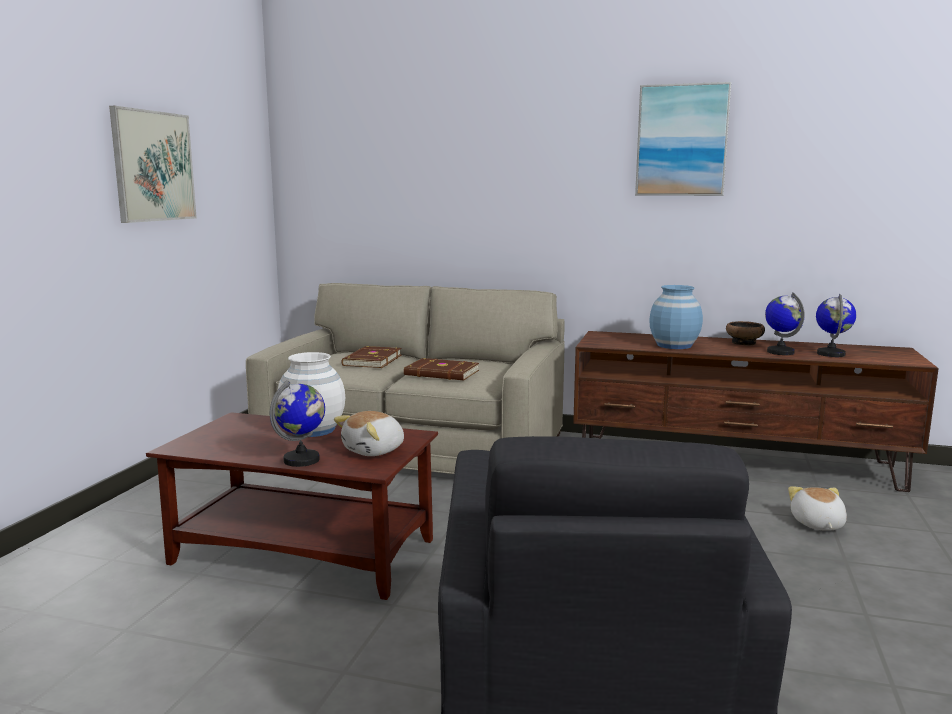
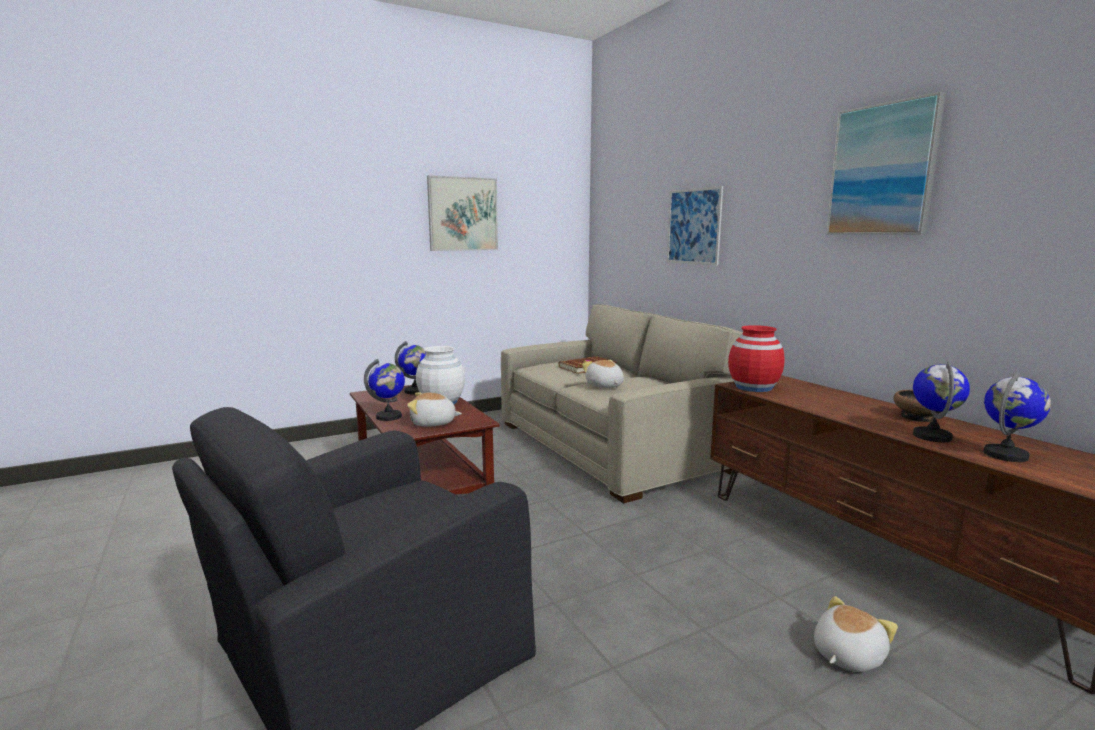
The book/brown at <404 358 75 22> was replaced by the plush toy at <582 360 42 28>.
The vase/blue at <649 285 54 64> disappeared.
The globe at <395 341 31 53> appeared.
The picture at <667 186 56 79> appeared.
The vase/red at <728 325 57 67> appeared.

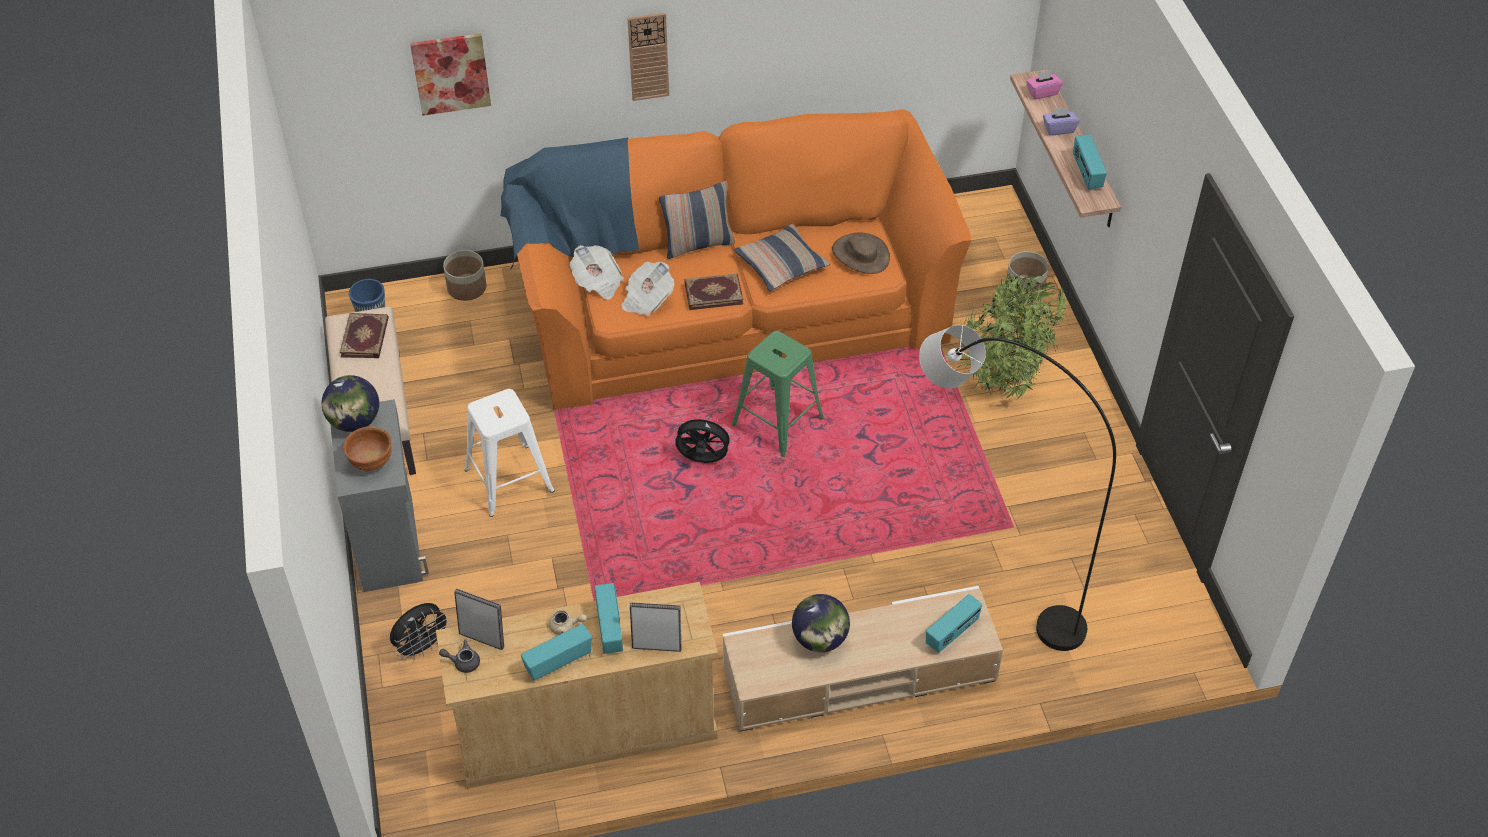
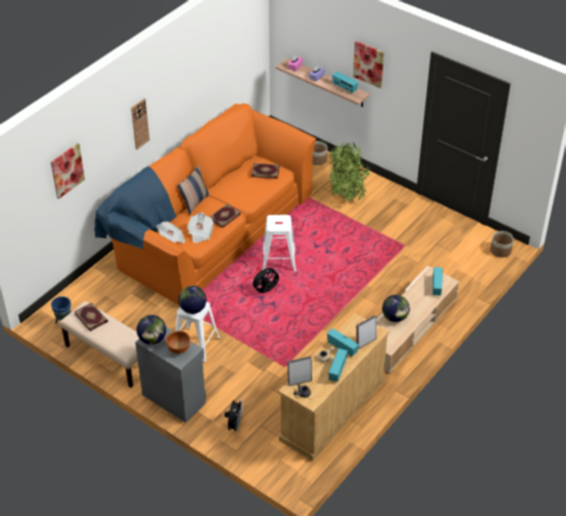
The planter moved from <443 250 44 51> to <490 231 24 27>.
The stool/green at <731 331 93 126> became the stool/white at <262 215 34 56>.
The pillow at <734 224 96 67> disappeared.
The hat/brown at <832 233 58 41> was replaced by the book at <251 163 29 16>.
The floor lamp/grey at <919 325 197 326> disappeared.
The globe at <178 286 29 28> appeared.
The picture at <353 41 31 48> appeared.

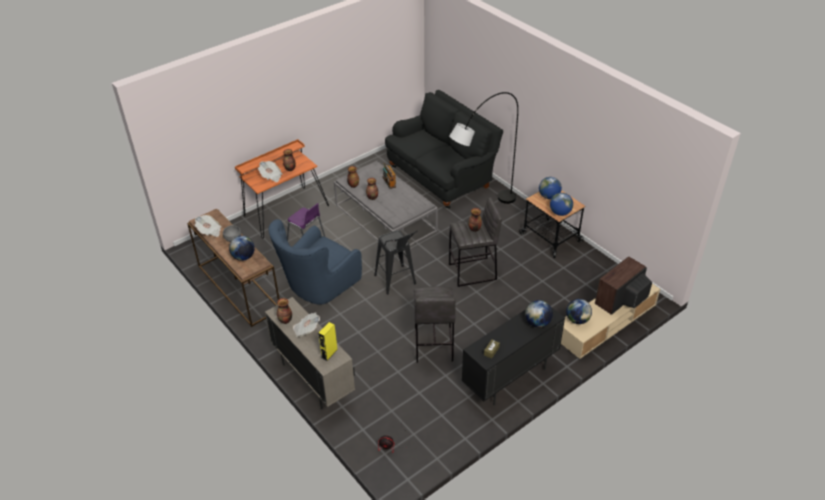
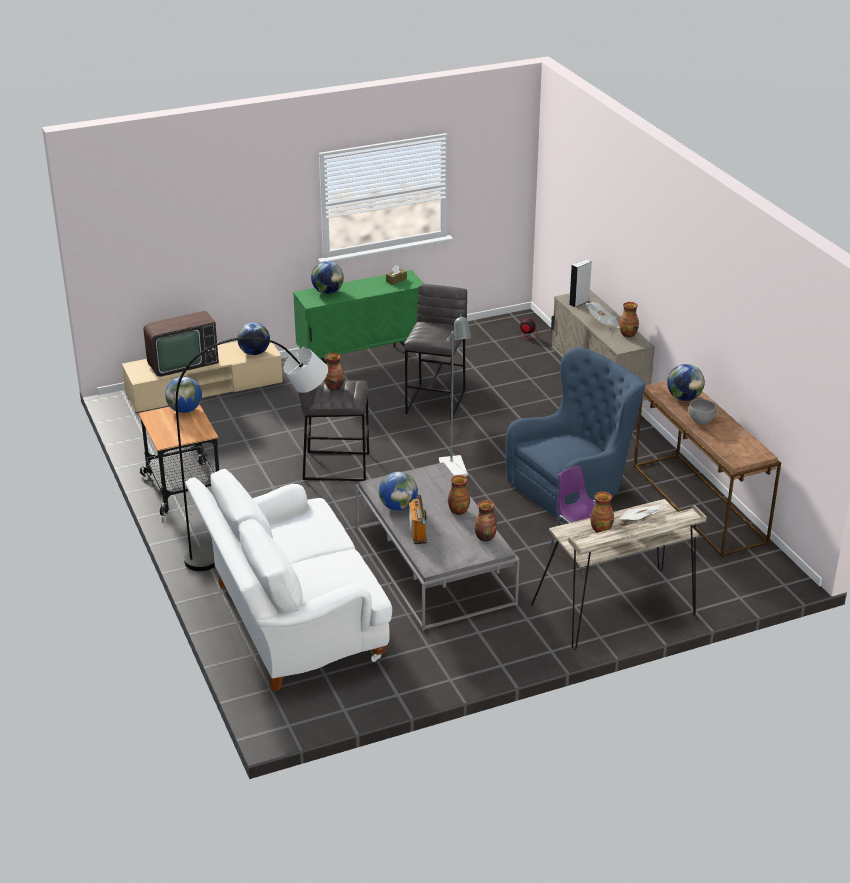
The newspaper at <195 215 26 22> disappeared.
The desk/orange at <235 139 94 99> became the desk/beige at <531 499 176 151>.
The speaker/yellow at <318 322 20 39> became the speaker/grey at <569 259 23 48>.
The stool/black at <374 230 44 64> was replaced by the floor lamp/grey at <439 314 32 162>.
The sofa/black at <385 90 118 119> became the sofa/white at <185 469 207 223>.
The cabinet/black at <462 299 103 106> became the cabinet/green at <293 270 131 95>.
The globe moved from <539 177 23 22> to <379 472 39 39>.

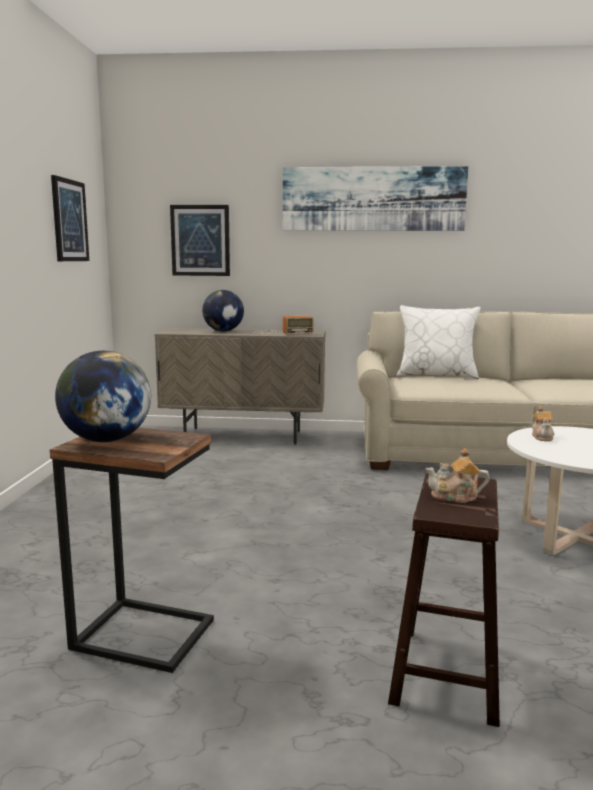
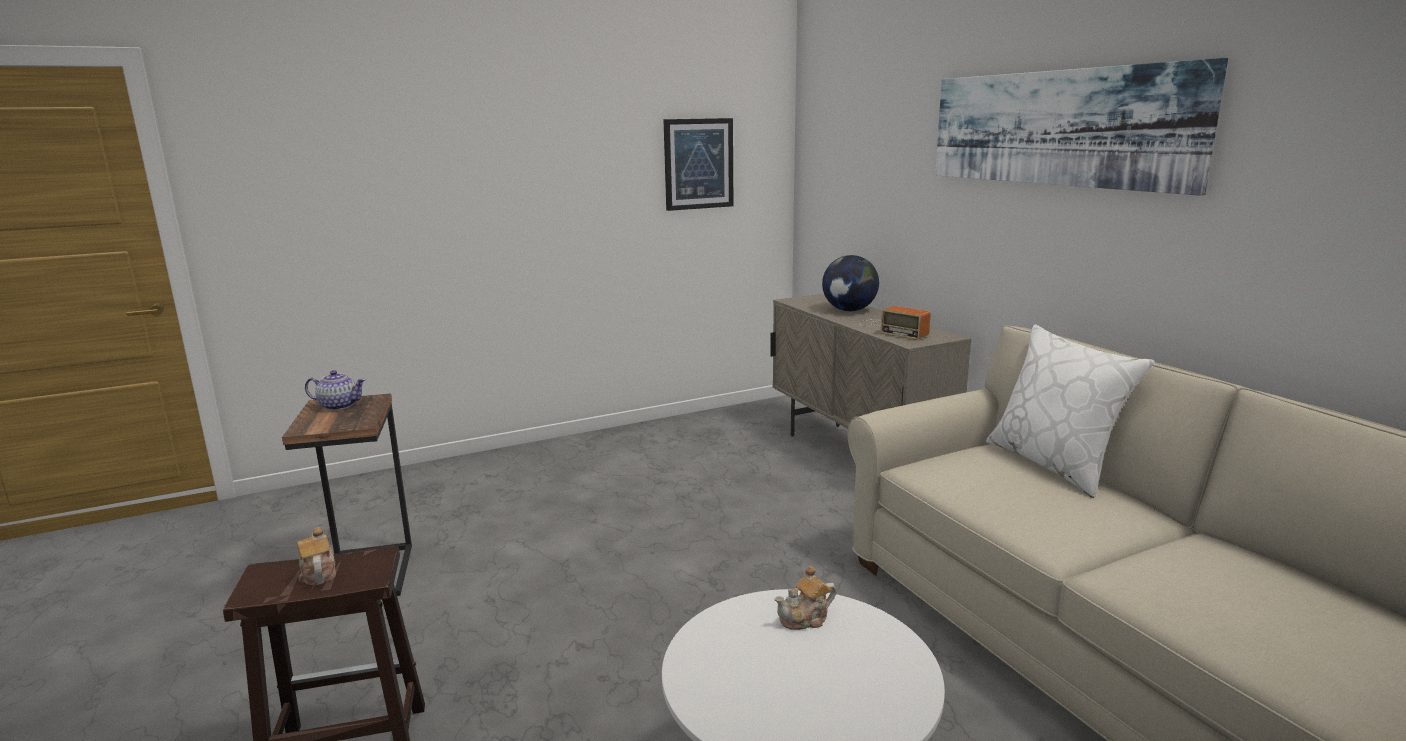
The globe at <55 351 96 91> was replaced by the teapot at <305 370 61 41>.
The picture at <170 205 60 71> disappeared.

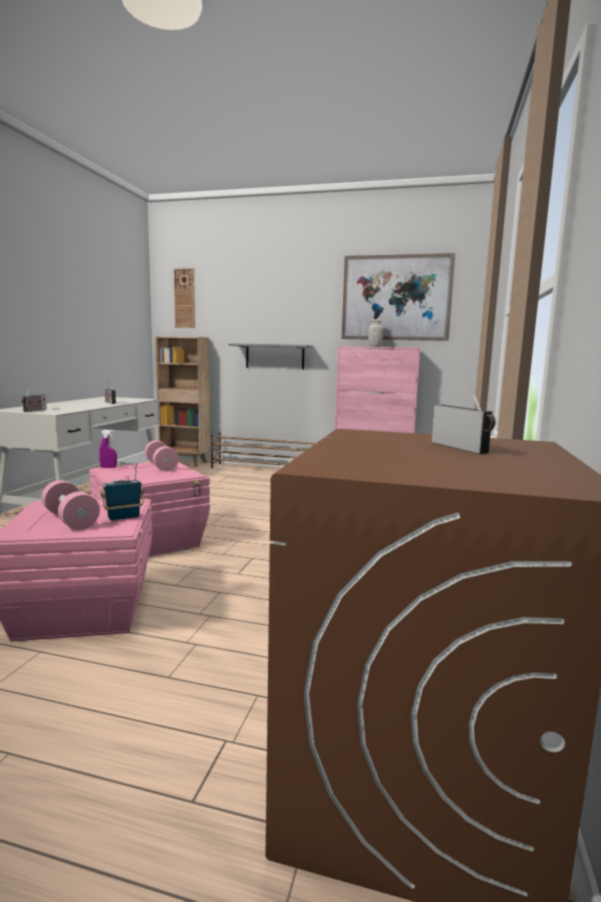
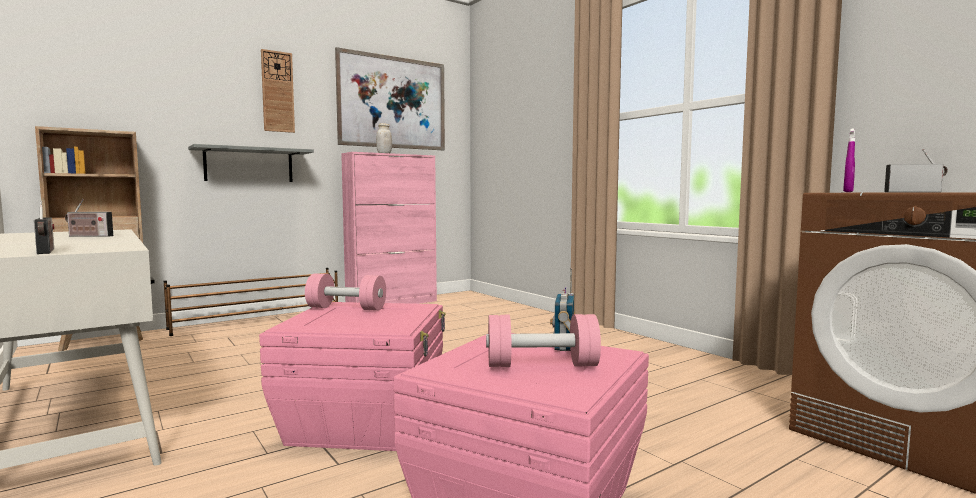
The spray bottle/purple moved from <99 430 18 38> to <843 128 12 64>.
The wall clock moved from <174 268 21 60> to <261 49 34 84>.

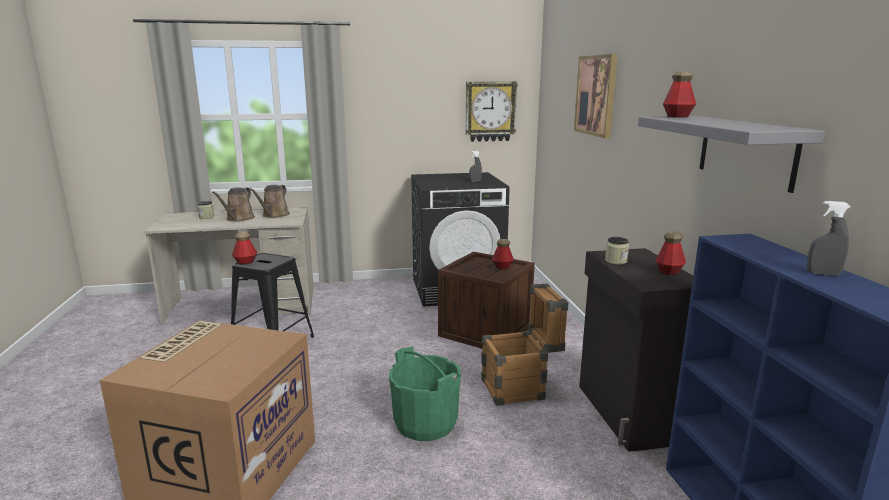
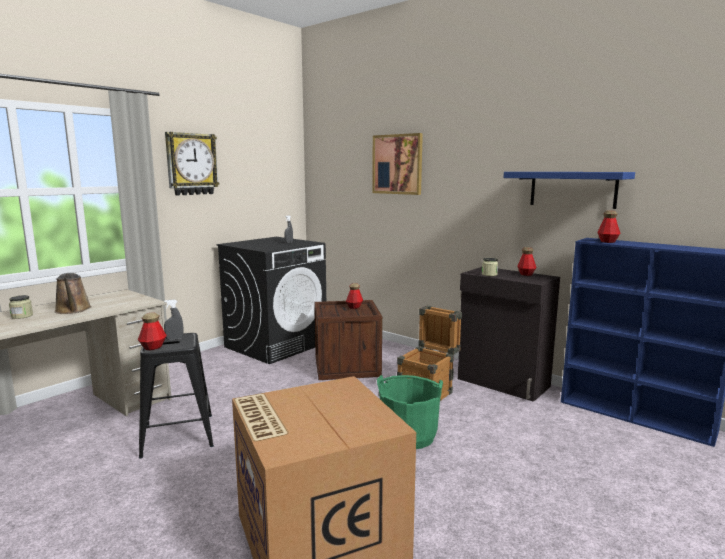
The watering can/brown at <249 185 41 33> disappeared.
The wall clock moved from <466 82 52 60> to <165 132 54 64>.
The shelf/grey at <638 116 187 77> became the shelf/blue at <504 172 131 37>.
The bottle moved from <663 72 33 46> to <597 211 23 32>.
The spray bottle/grey moved from <807 201 44 75> to <164 299 20 41>.

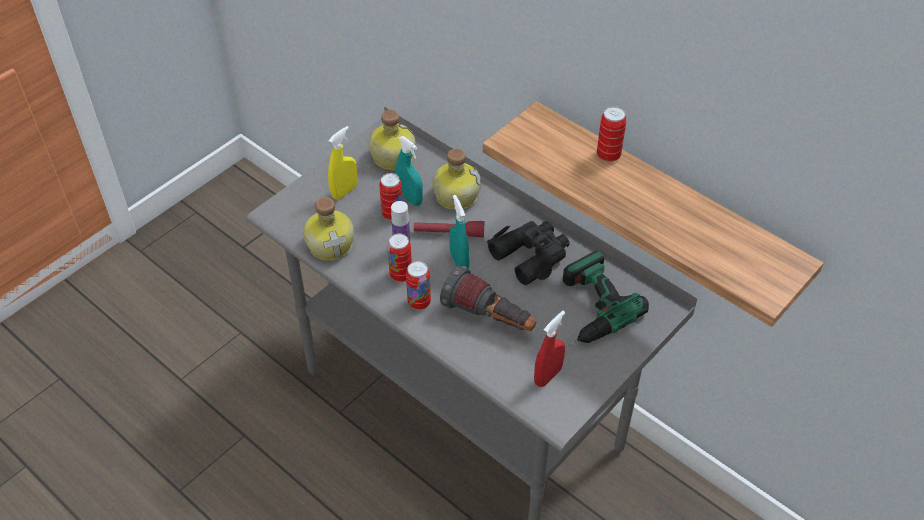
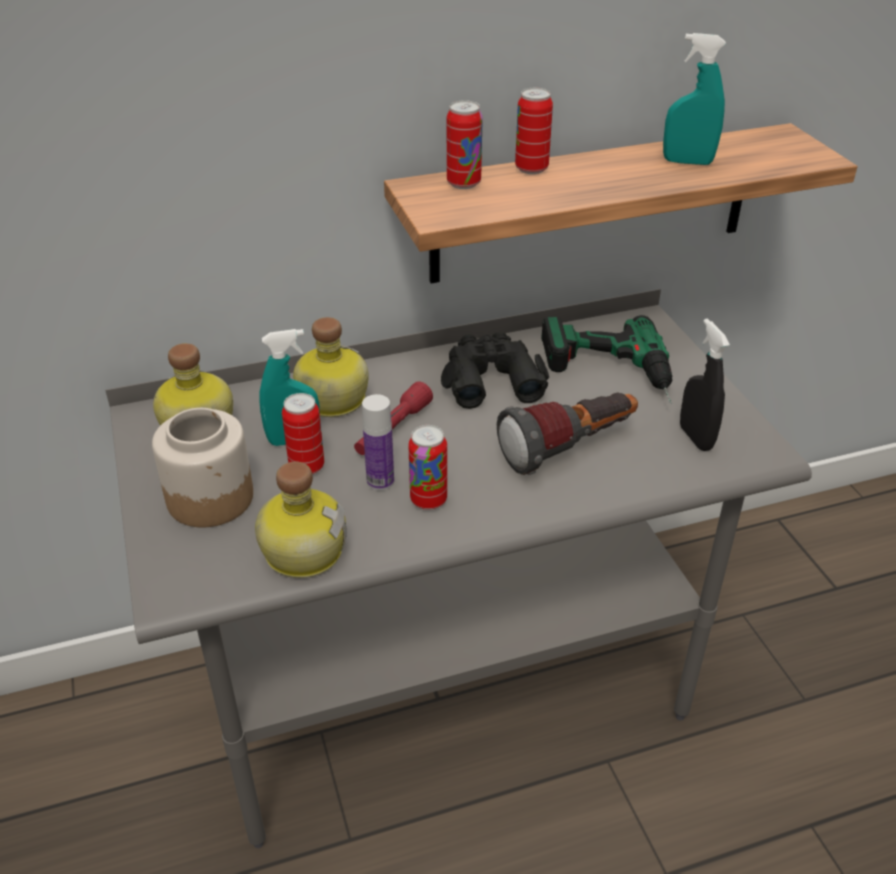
The spray bottle/yellow at <328 126 30 74> was replaced by the jar at <152 408 101 120>.
The can moved from <406 261 25 49> to <447 100 36 89>.
The spray bottle/turquoise moved from <449 195 20 75> to <663 33 63 132>.
The spray bottle/red at <534 311 31 76> became the spray bottle/black at <680 319 50 132>.

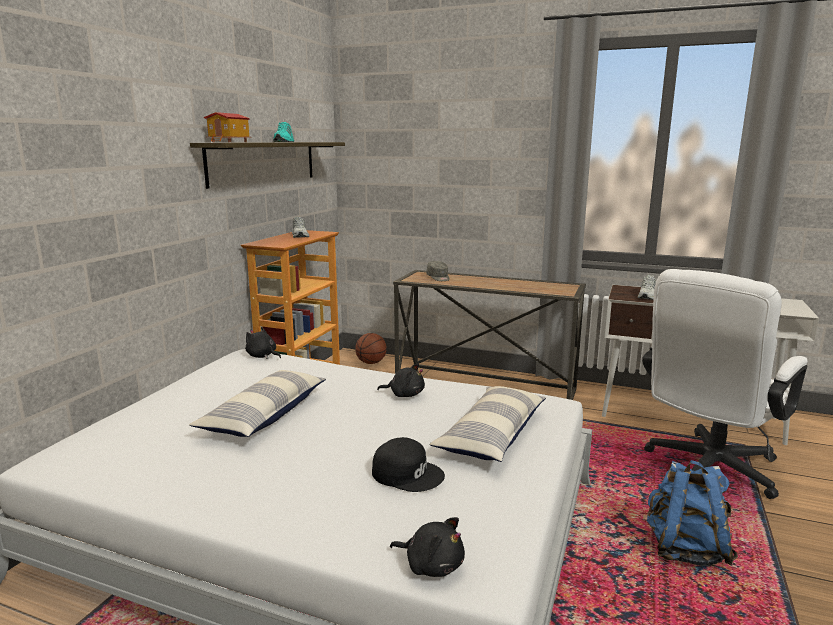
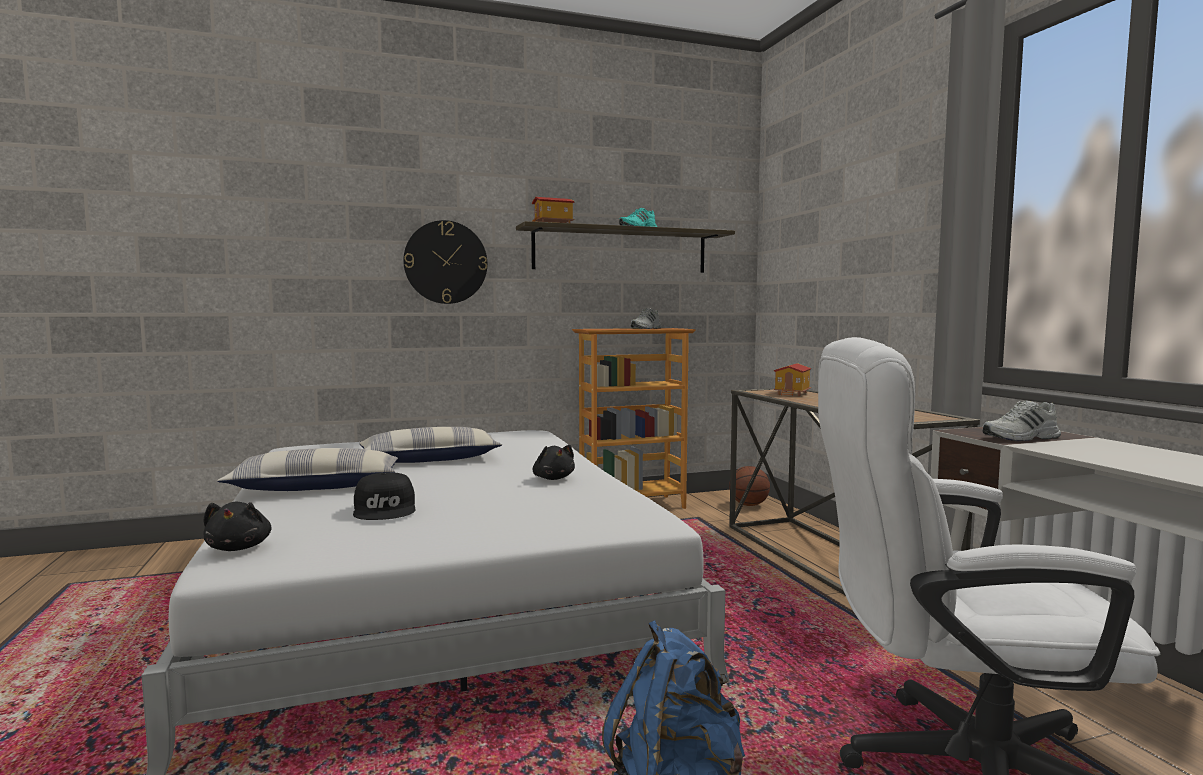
The plush toy/black at <245 327 36 32> disappeared.
The cap/grey at <427 261 23 20> was replaced by the toy house at <773 363 38 33>.
The pillow moved from <430 386 116 76> to <217 448 181 43>.
The wall clock at <403 220 84 84> appeared.

